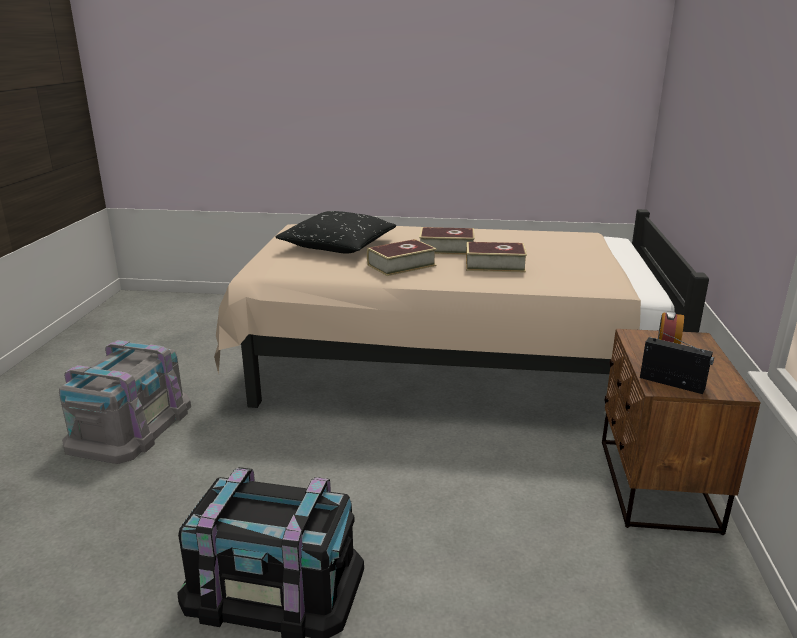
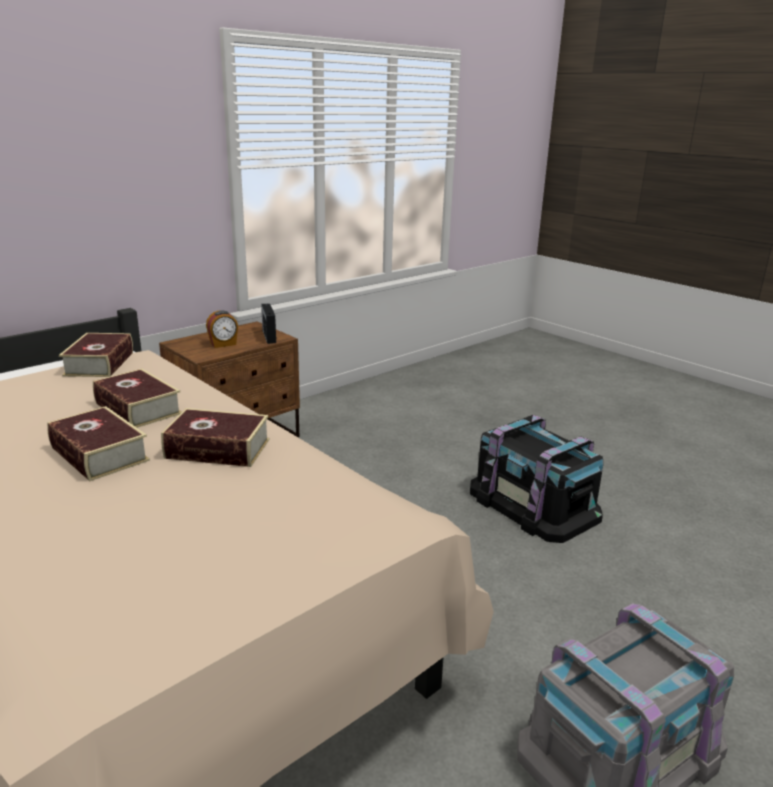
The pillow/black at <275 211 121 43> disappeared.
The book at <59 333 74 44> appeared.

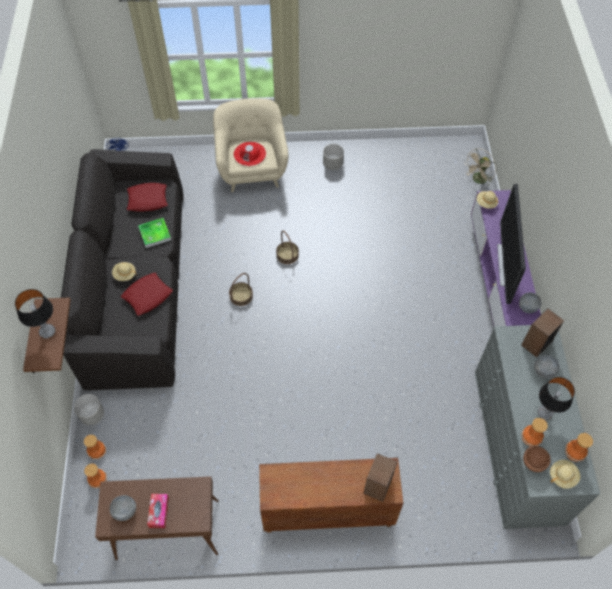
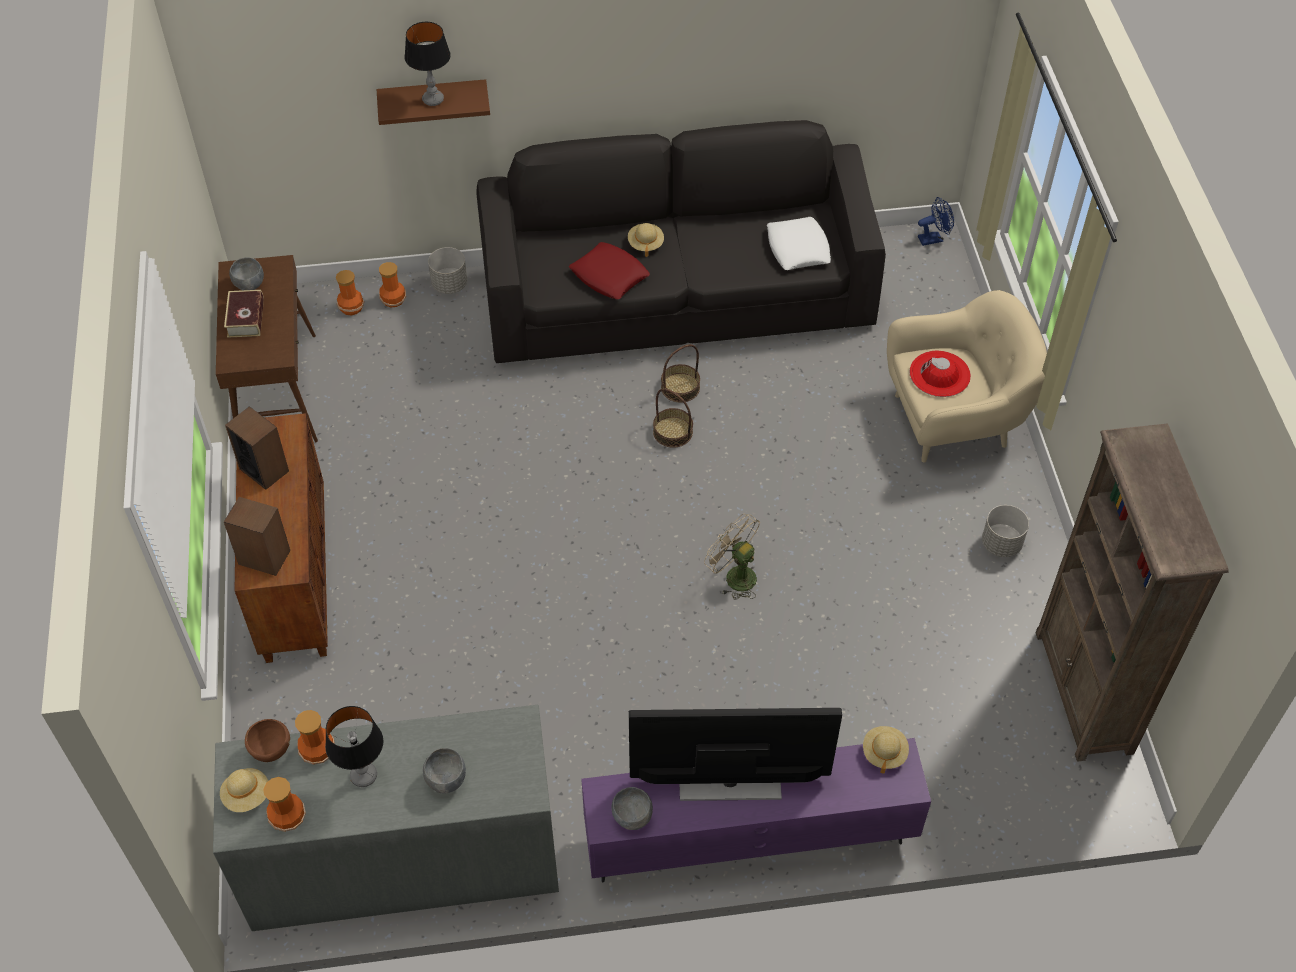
The pillow/red at <127 183 41 29> became the pillow/white at <767 217 64 53>.
The tray at <138 218 33 30> disappeared.
The tissue box at <147 494 22 34> was replaced by the book at <224 290 40 48>.
The basket moved from <276 230 23 34> to <661 344 39 59>.
The fan/beige moved from <464 148 32 38> to <704 514 56 86>.
The speaker moved from <521 309 43 49> to <225 406 64 84>.
The bookcase/brown at <1036 424 193 338> appeared.

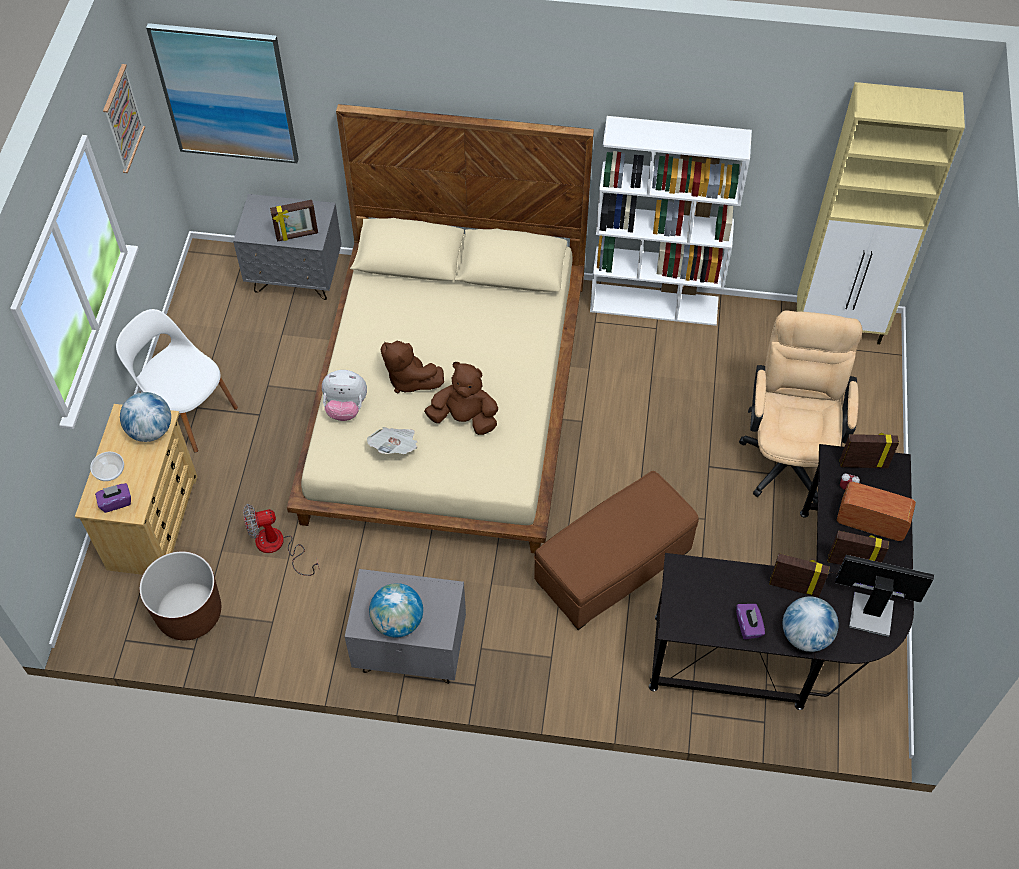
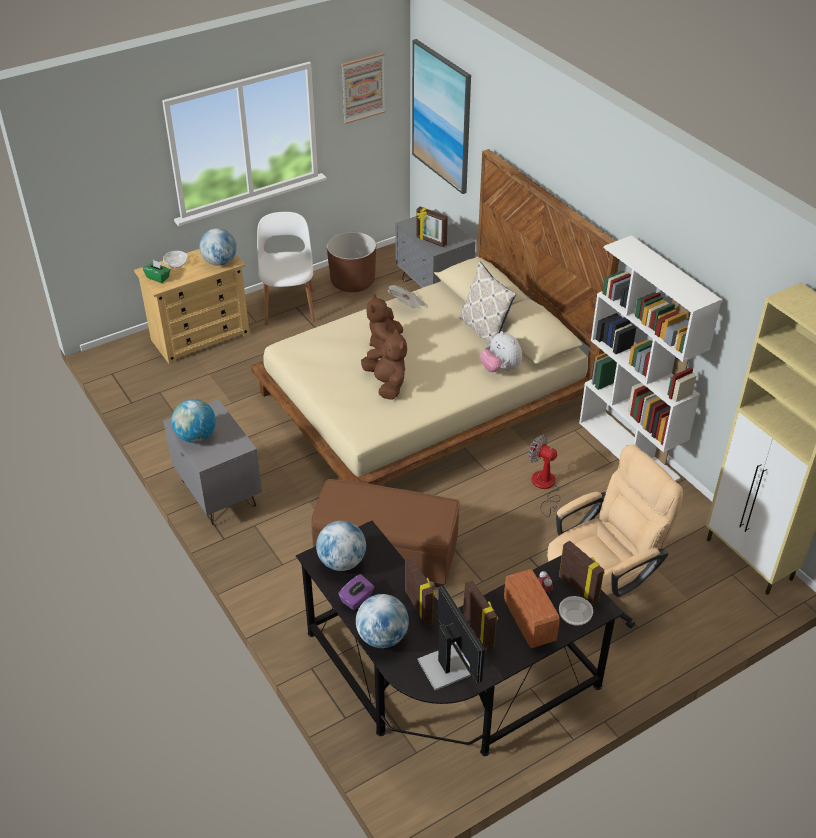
The tissue box/purple at <95 483 36 30> became the tissue box/green at <143 260 27 23>.
The planter/brown moved from <140 551 81 89> to <327 232 49 60>.
The fan moved from <243 504 76 72> to <528 435 32 82>.
The plush toy moved from <322 370 45 51> to <480 331 42 41>.
The newspaper moved from <367 427 51 27> to <387 285 41 23>.
The globe at <316 521 50 50> appeared.
The pillow at <458 261 58 84> appeared.
The bowl at <559 596 34 30> appeared.

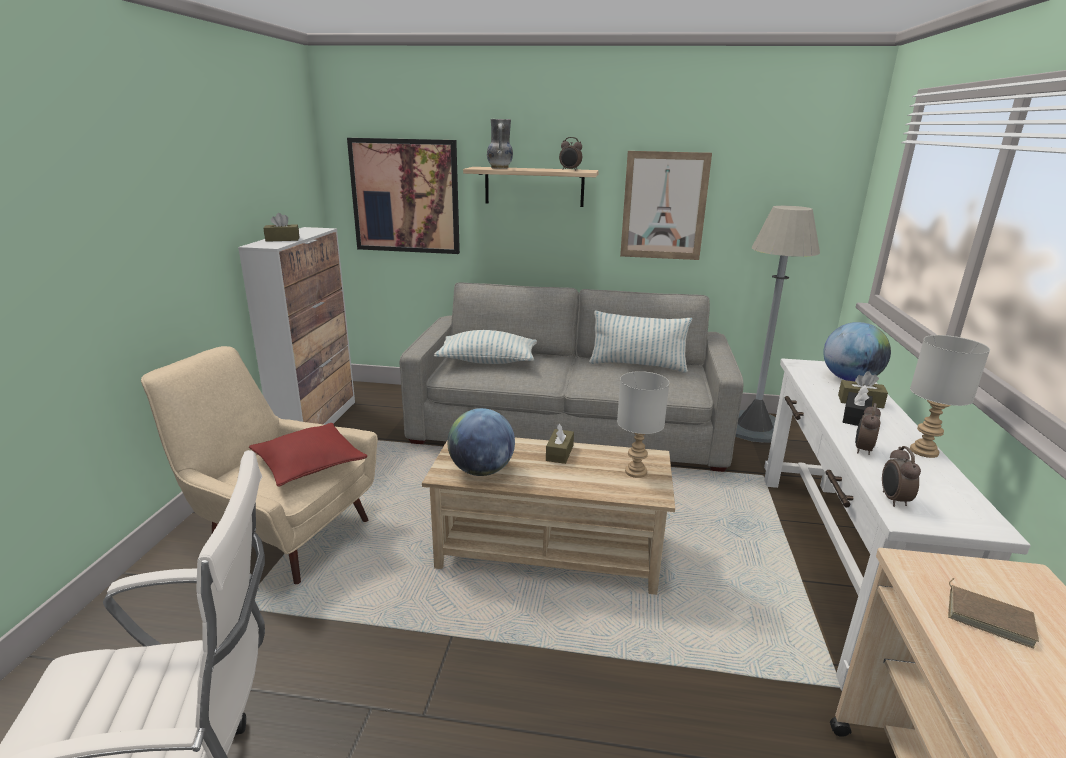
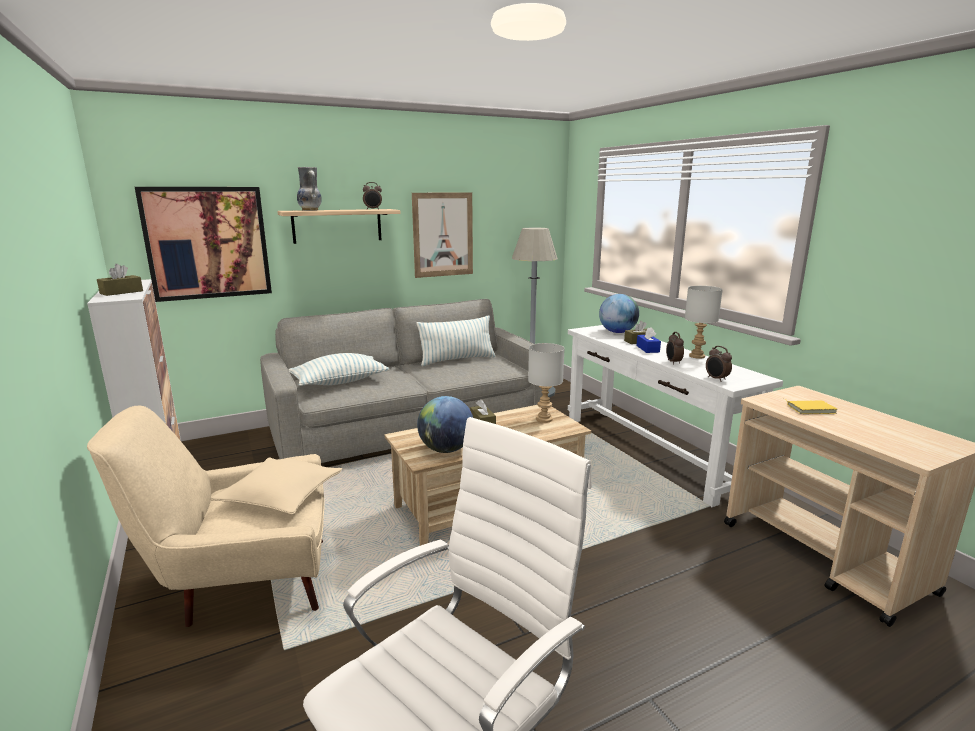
The pillow/red at <249 423 118 64> became the pillow/beige at <210 457 132 58>.
The tissue box/black at <843 385 30 41> became the tissue box/blue at <636 327 25 26>.
The book/brown at <948 578 91 71> became the book/yellow at <786 400 51 14>.

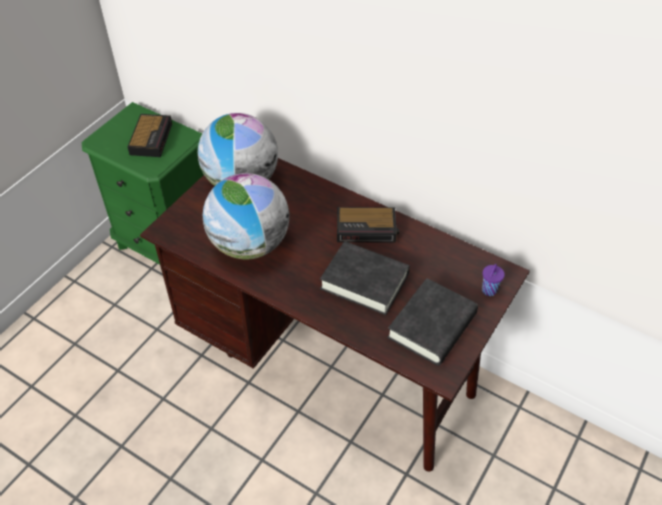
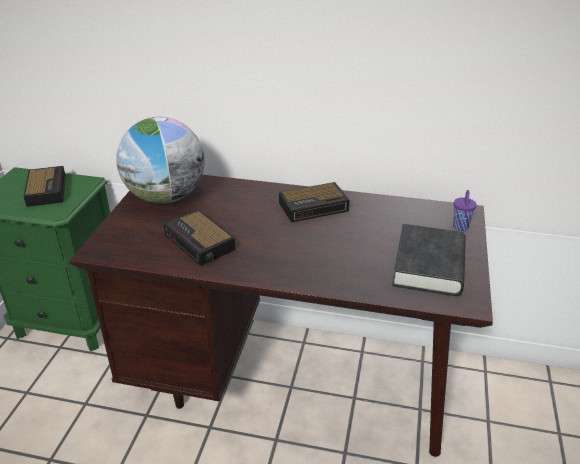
The globe at <203 173 86 86> was replaced by the alarm clock at <164 210 72 56>.
The book/black at <320 241 90 74> disappeared.

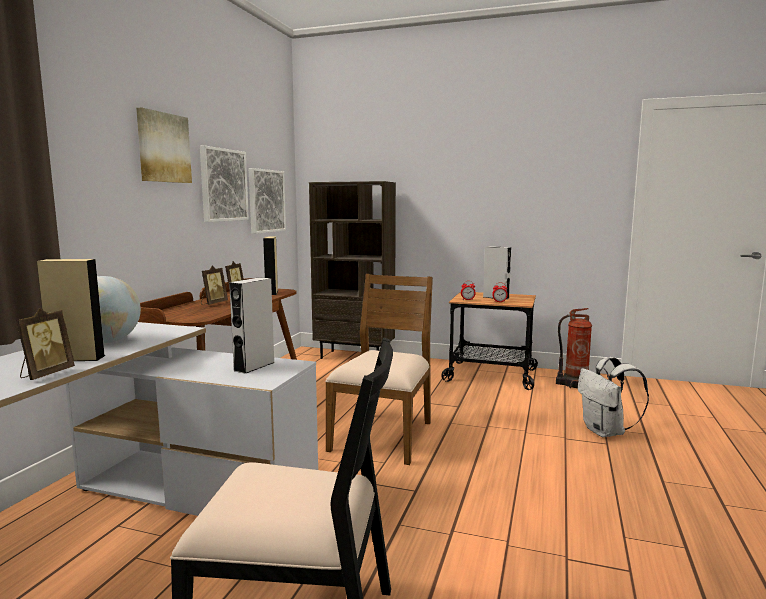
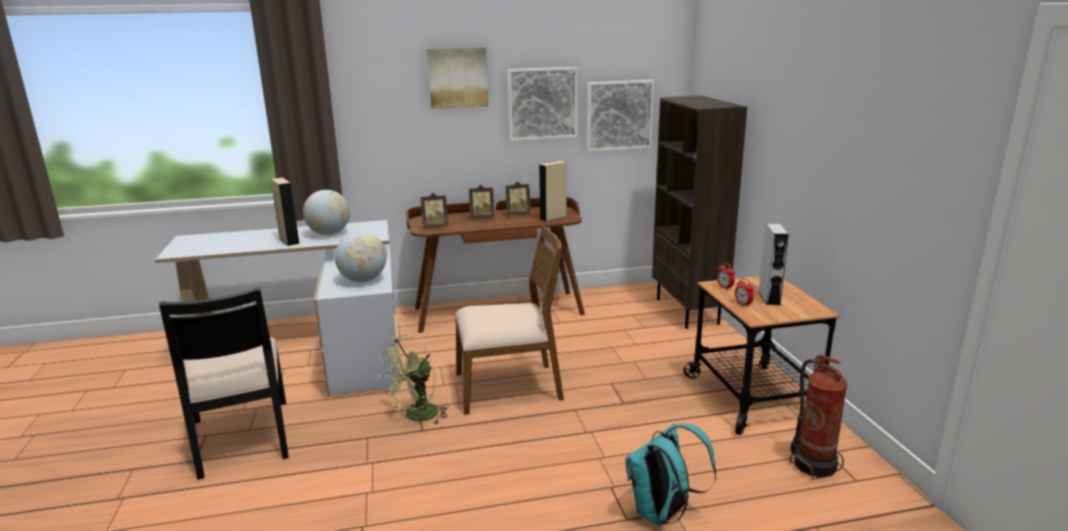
The picture frame moved from <16 308 59 72> to <420 193 28 35>.
The speaker/grey at <229 277 46 97> was replaced by the globe at <335 232 52 50>.
The backpack/white at <578 357 71 80> became the backpack/turquoise at <625 424 91 102>.
The fan/green at <378 335 71 90> appeared.

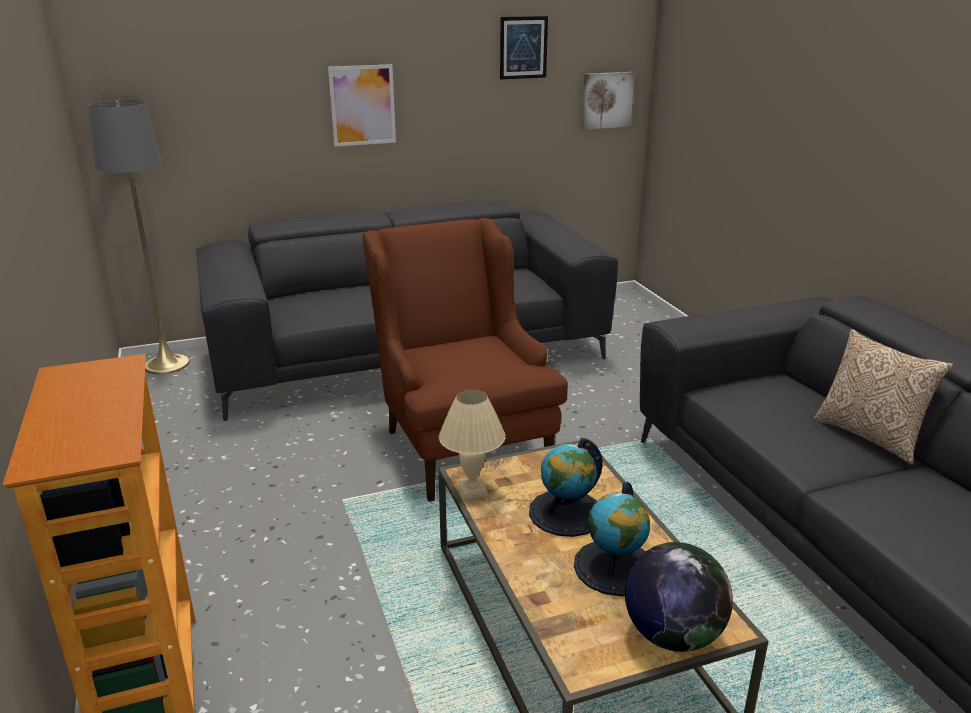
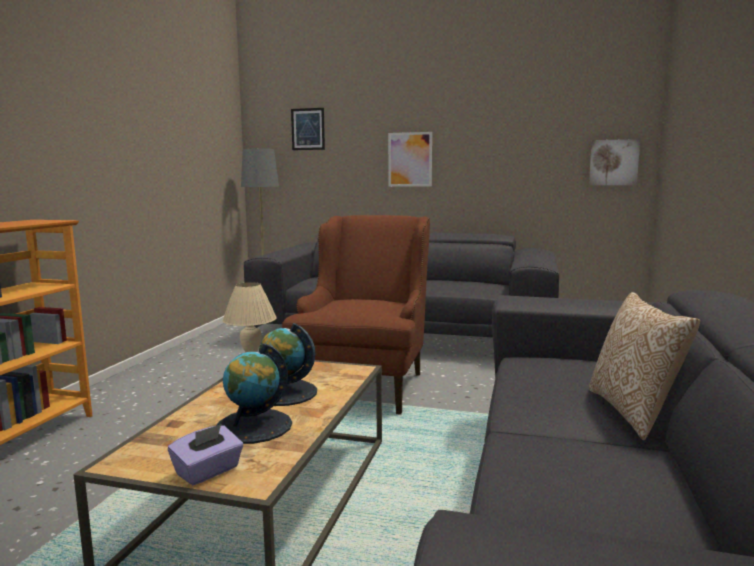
The picture moved from <500 16 48 63> to <291 108 34 42>.
The globe at <625 542 108 110> was replaced by the tissue box/purple at <168 424 76 61>.

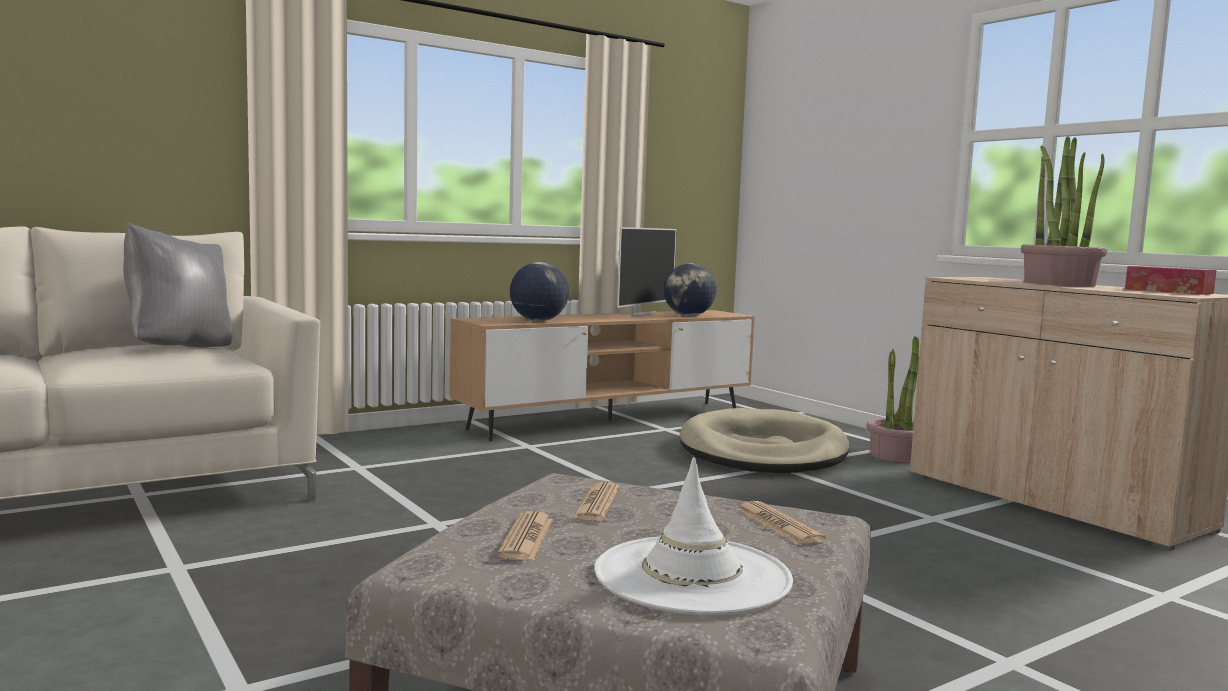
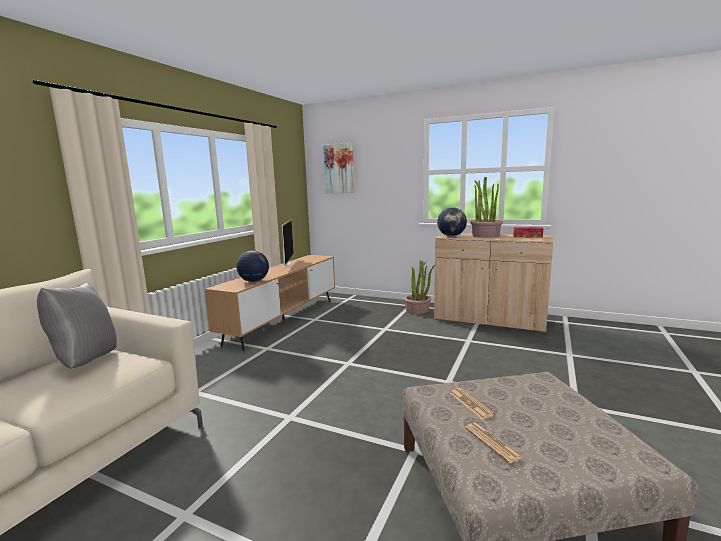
The hat/white at <595 457 198 158> disappeared.
The globe moved from <664 263 53 53> to <437 207 30 29>.
The dog bed/beige at <680 408 169 65> disappeared.
The newspaper at <736 501 90 44> disappeared.
The picture at <323 143 31 50> appeared.

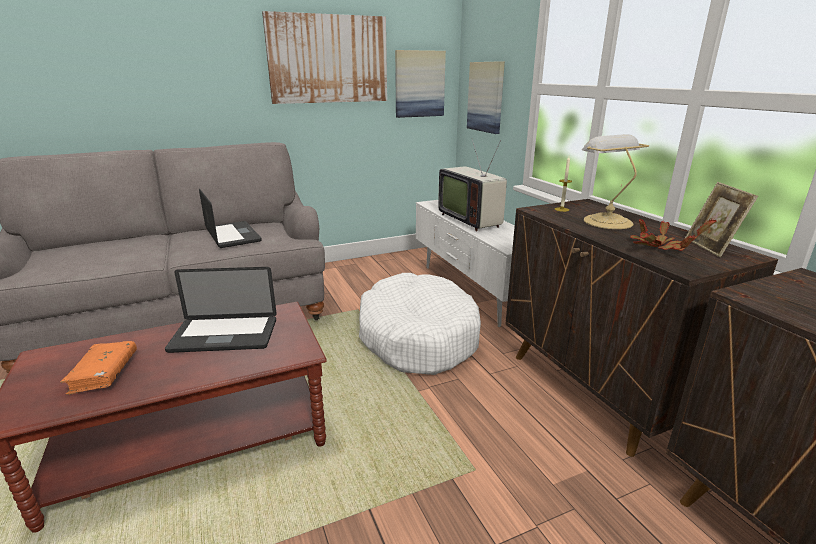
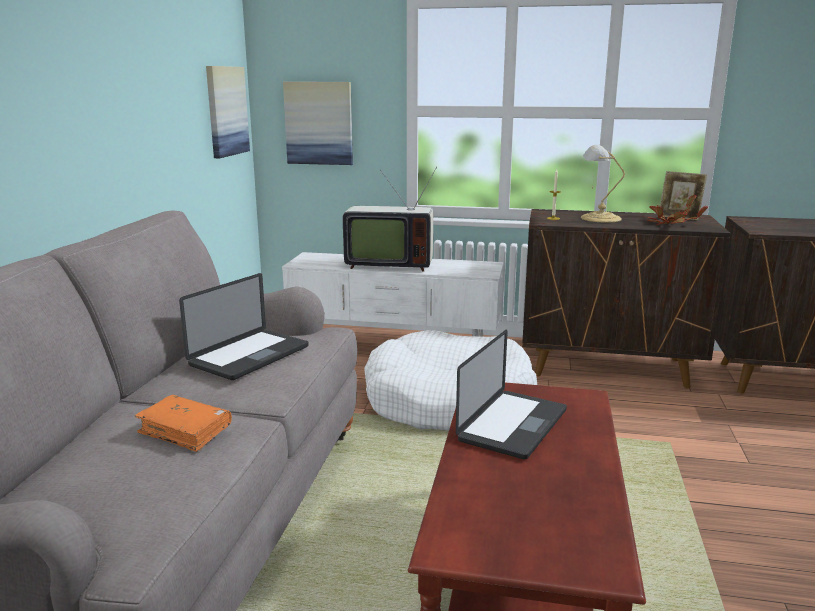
The book/orange moved from <60 341 77 54> to <135 395 97 57>.
The laptop at <199 189 63 59> turned 120 degrees clockwise.
The picture at <262 11 125 93> disappeared.

